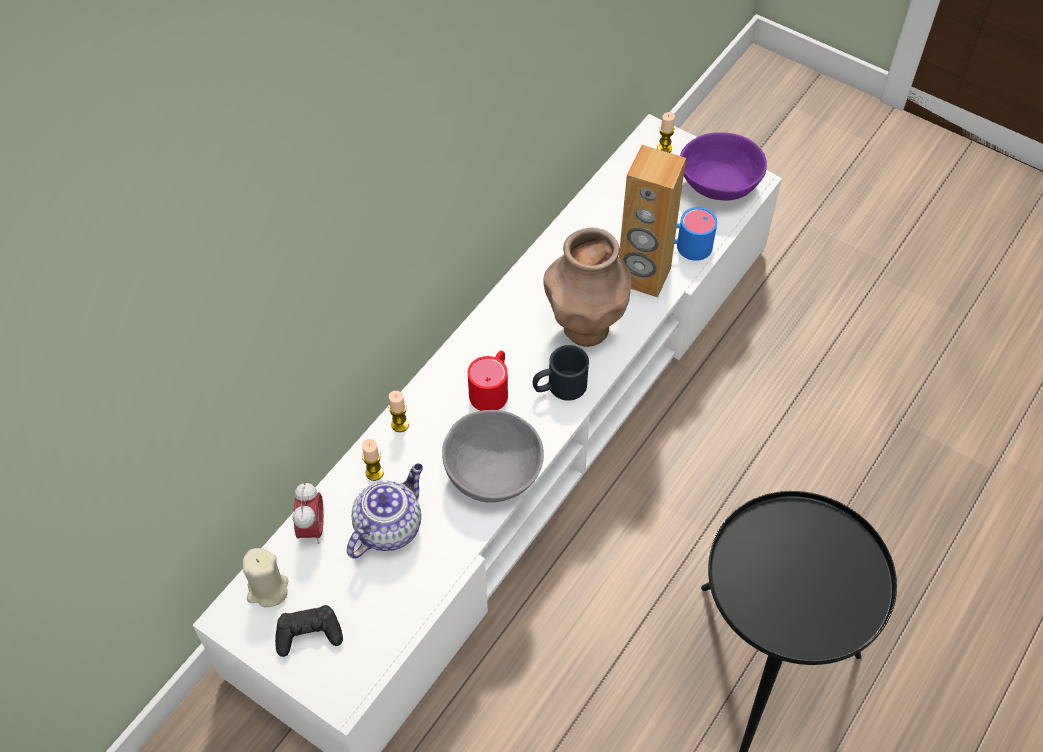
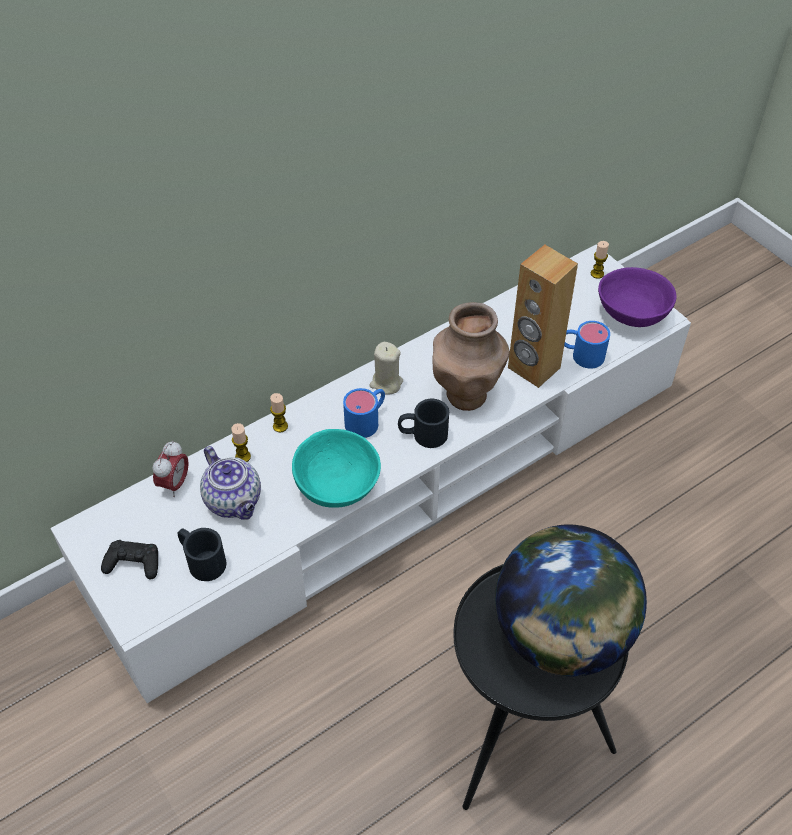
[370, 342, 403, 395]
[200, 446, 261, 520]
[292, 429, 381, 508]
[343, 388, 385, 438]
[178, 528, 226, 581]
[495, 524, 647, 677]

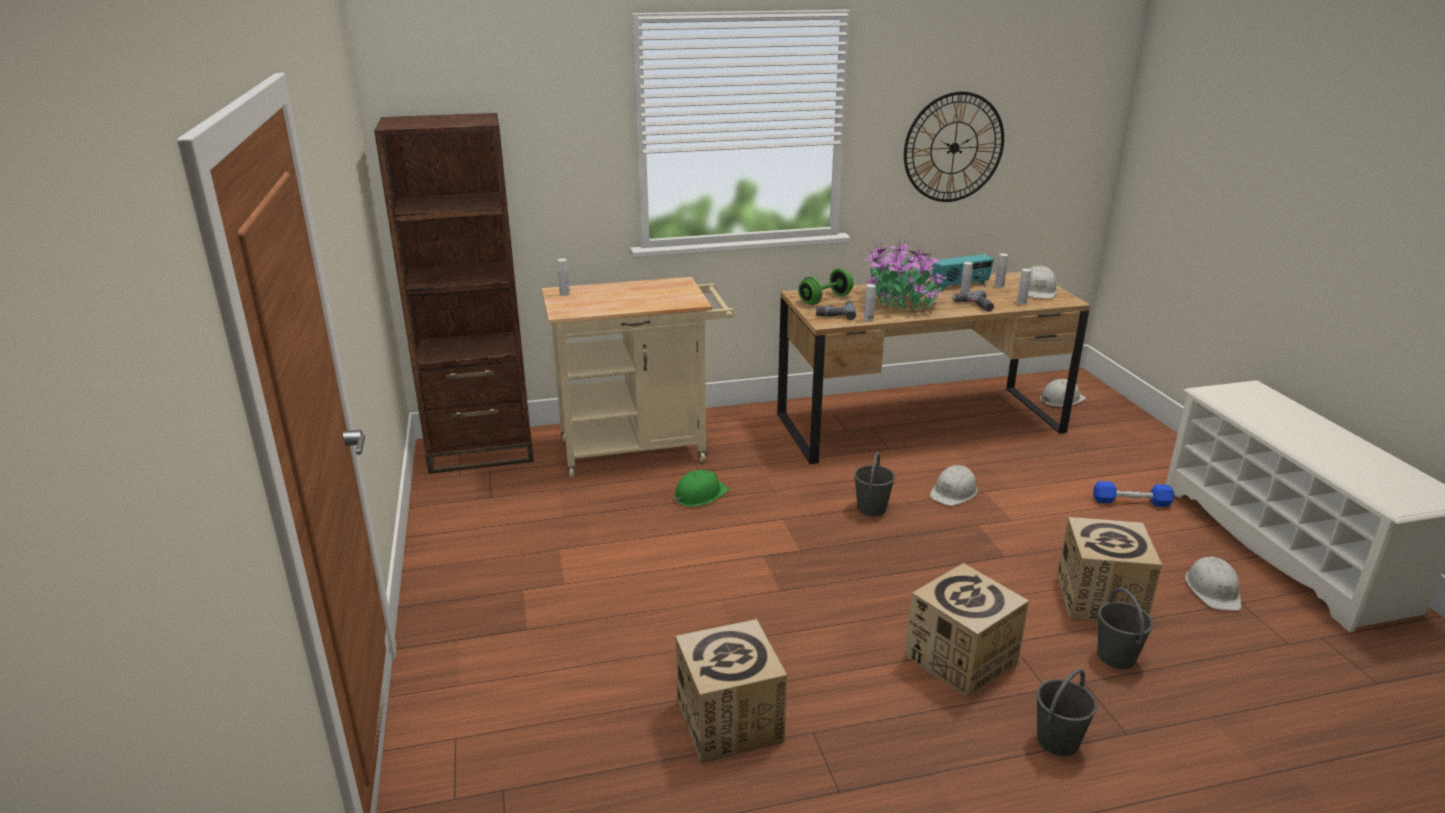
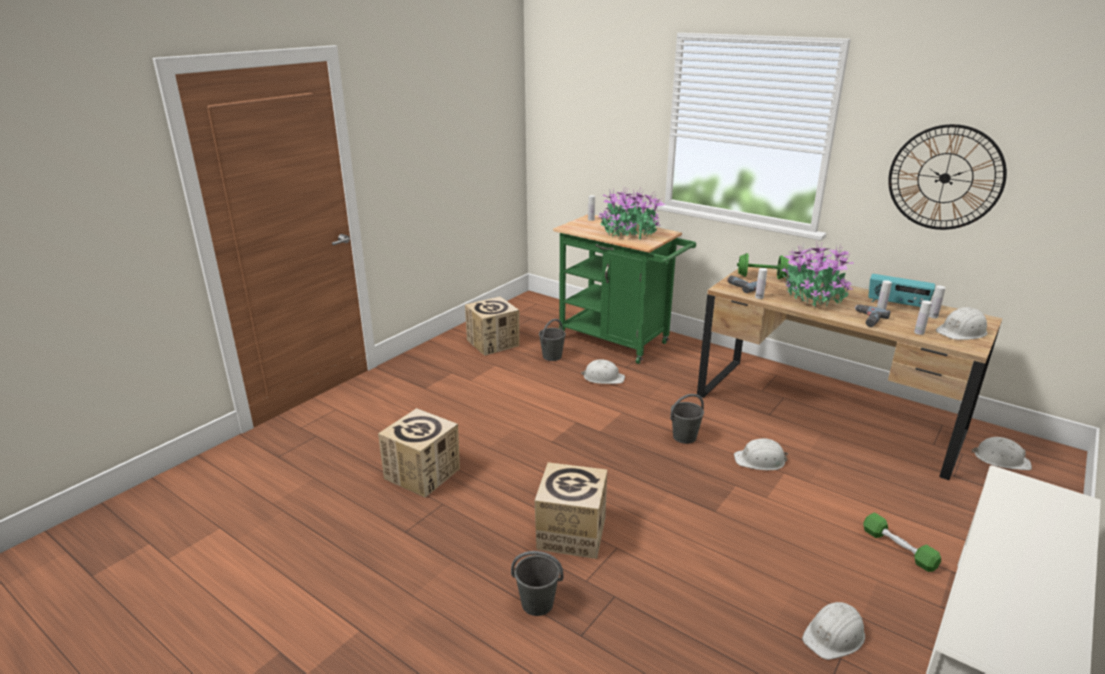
[374, 113, 534, 474] (first image)
[553, 214, 696, 364]
[581, 359, 625, 384]
[465, 297, 519, 356]
[863, 513, 941, 572]
[539, 319, 566, 361]
[598, 187, 666, 239]

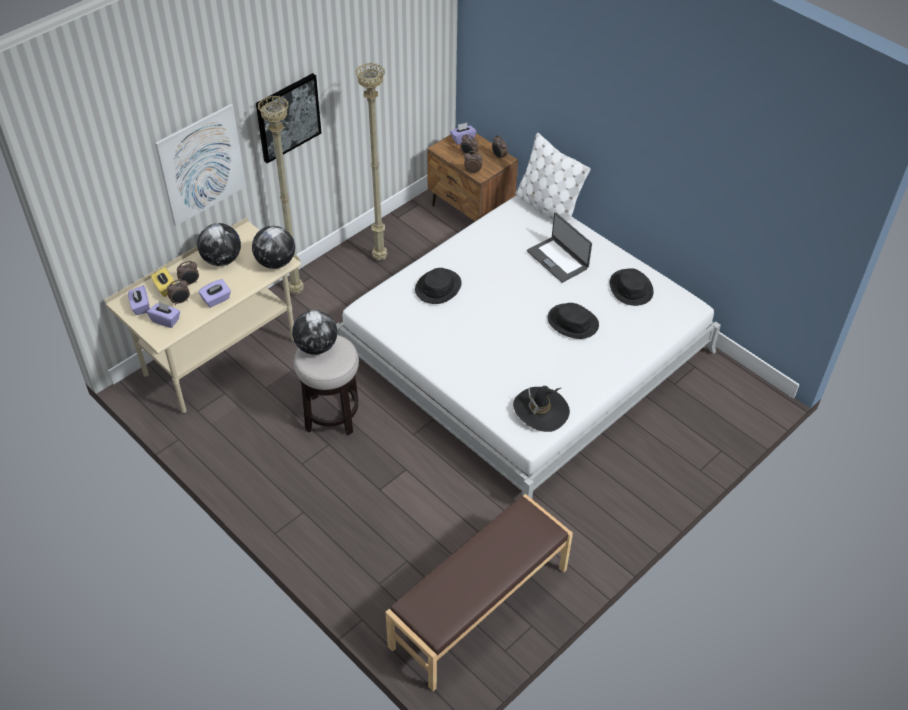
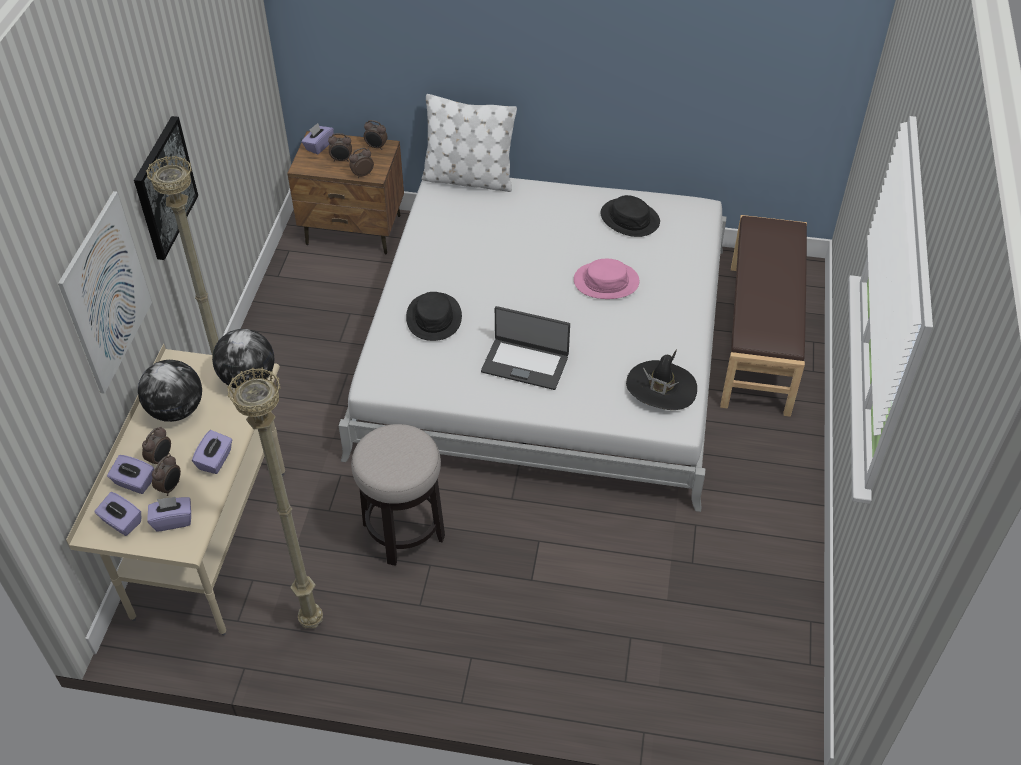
[107, 455, 154, 494]
[292, 310, 337, 355] (first image)
[227, 367, 323, 629]
[720, 215, 807, 417]
[481, 306, 570, 390]
[574, 259, 640, 299]

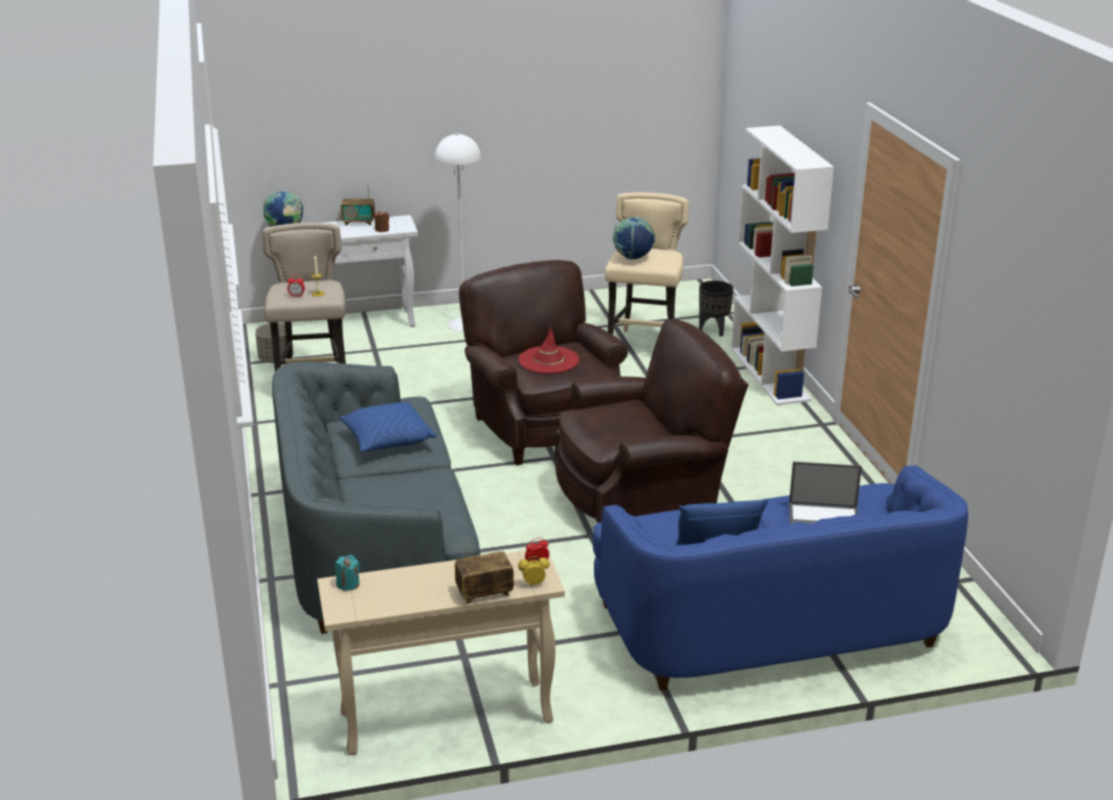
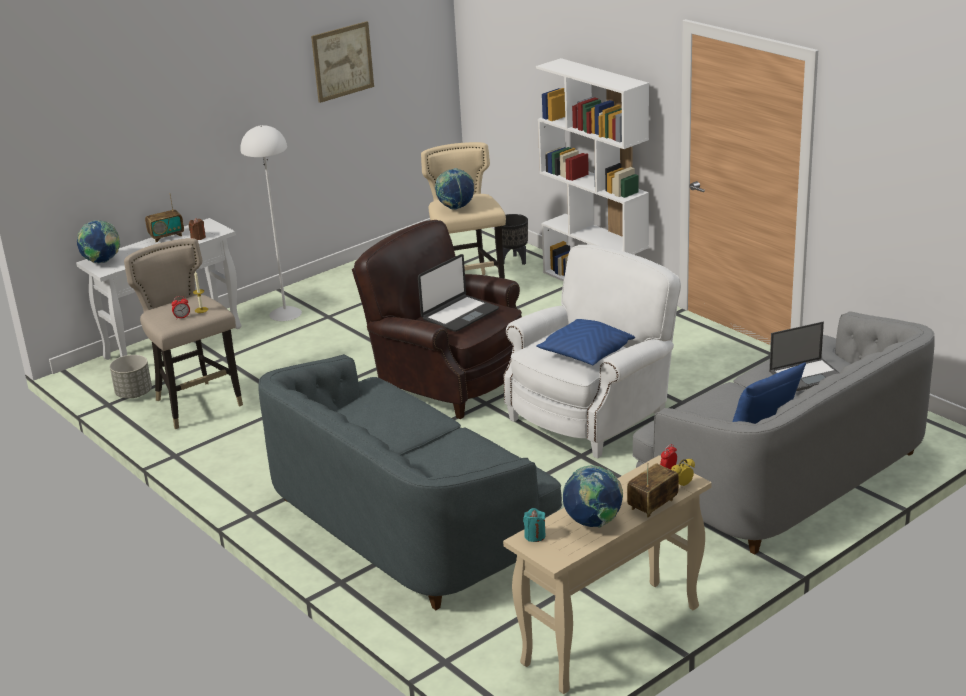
[536, 319, 635, 365]
[418, 254, 499, 332]
[503, 245, 681, 459]
[633, 311, 935, 555]
[311, 21, 374, 103]
[563, 465, 623, 527]

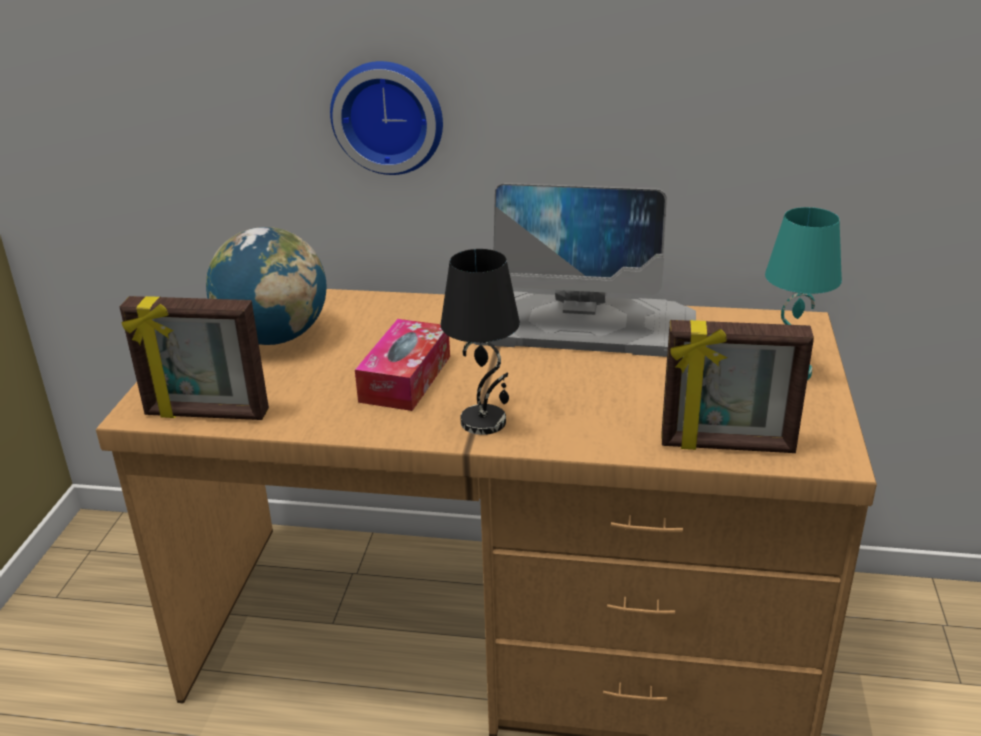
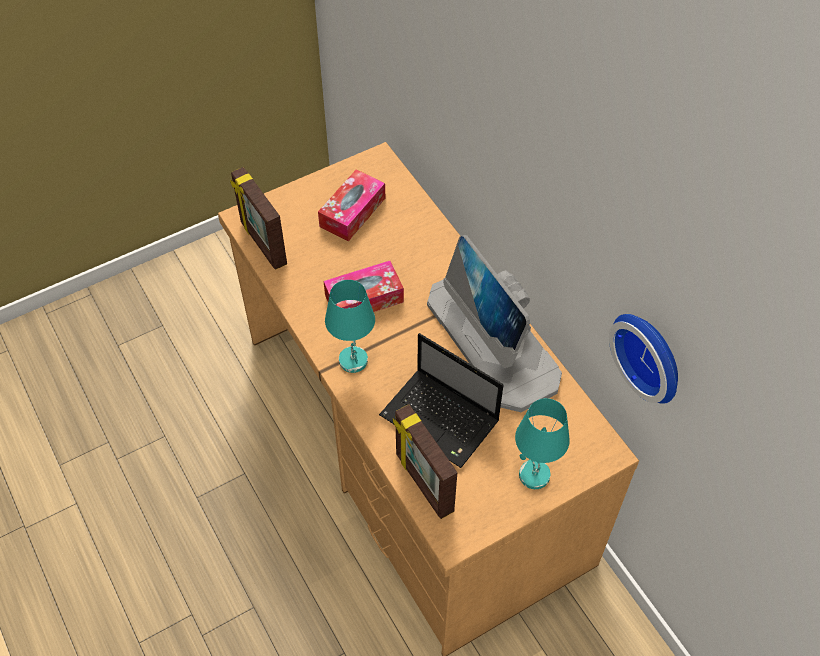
[318, 169, 385, 241]
[609, 314, 678, 404]
[325, 280, 375, 373]
[379, 333, 504, 468]

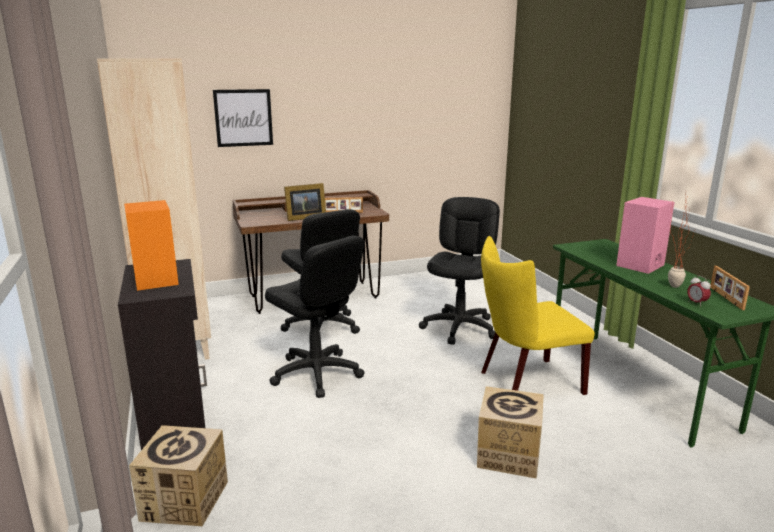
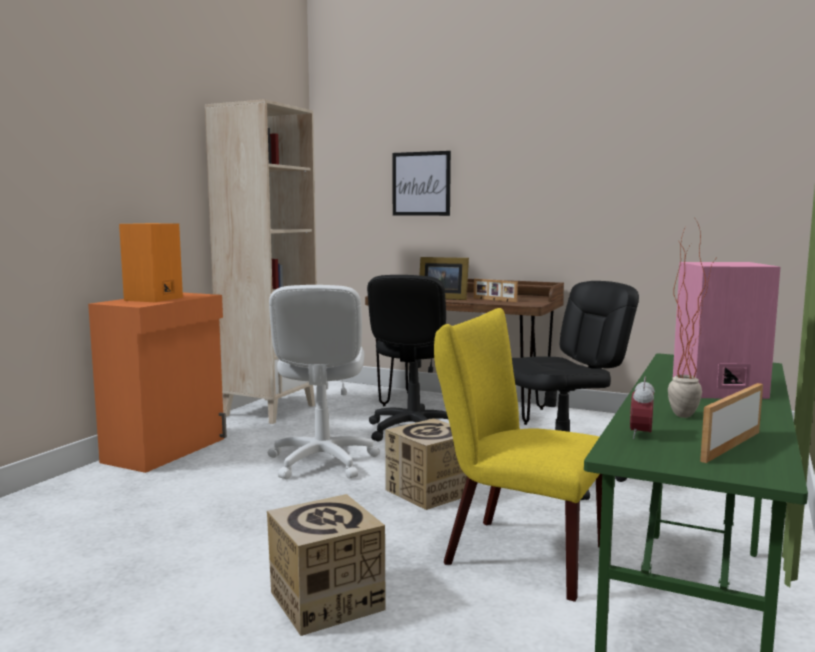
[88, 293, 227, 473]
[385, 418, 475, 510]
[268, 285, 380, 479]

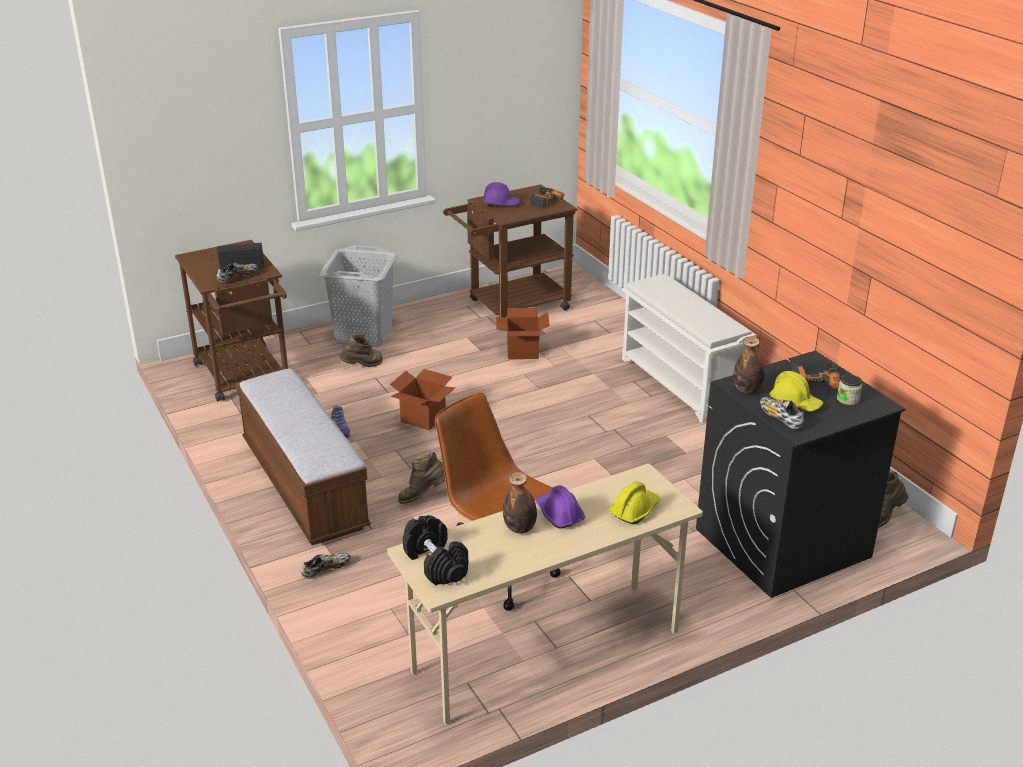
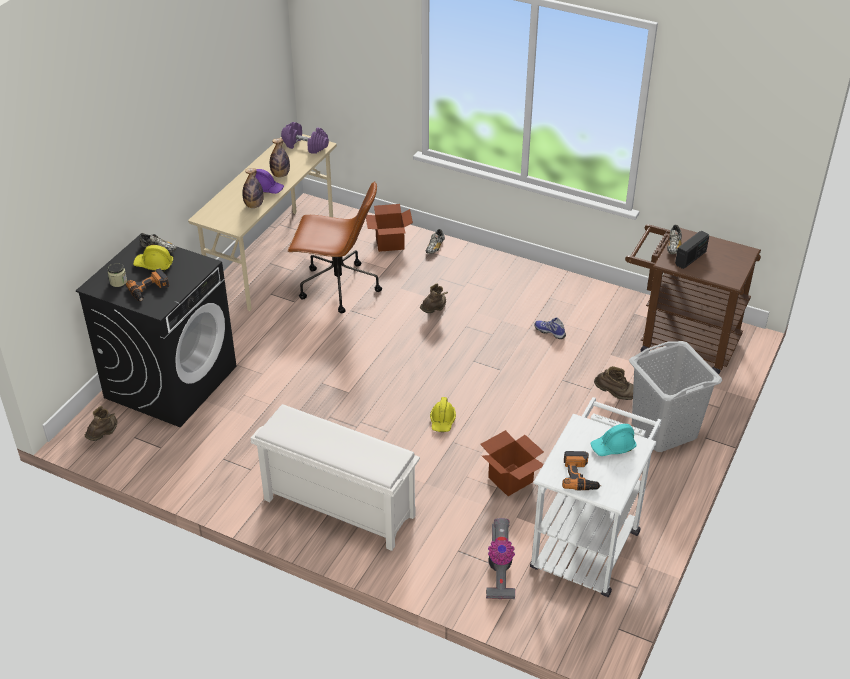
[235, 368, 371, 545] (first image)
[594, 366, 634, 400]
[366, 204, 413, 252]
[281, 122, 329, 154]
[530, 397, 662, 597]
[590, 424, 637, 456]
[430, 397, 456, 432]
[242, 168, 264, 208]
[486, 518, 515, 599]

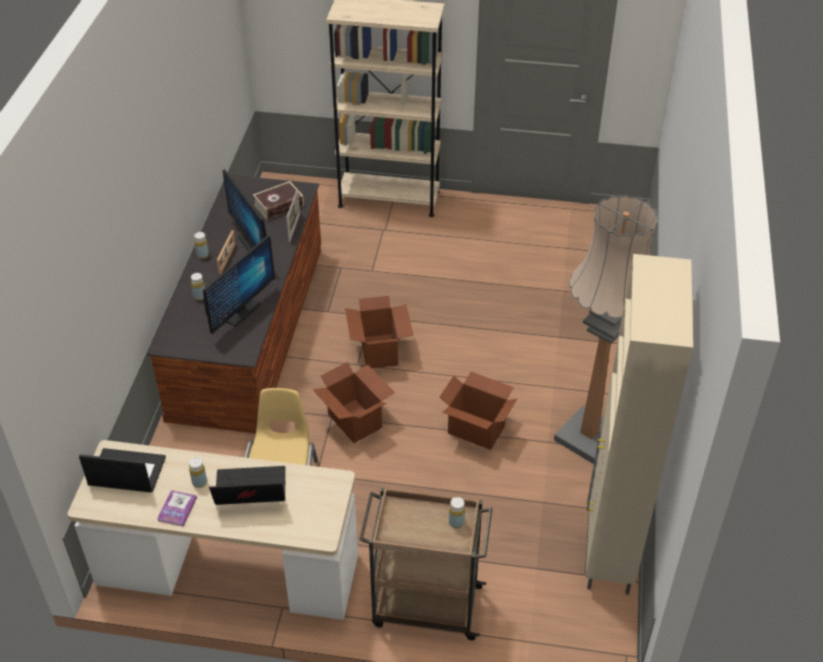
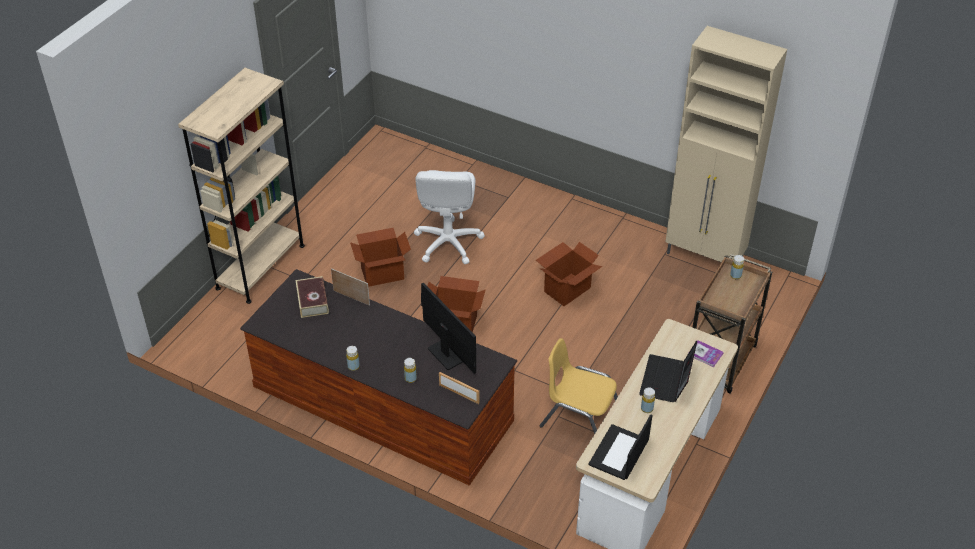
[689, 340, 724, 367]
[439, 372, 479, 404]
[223, 169, 267, 251] (first image)
[350, 228, 411, 287]
[554, 195, 658, 464] (first image)
[414, 170, 485, 264]

